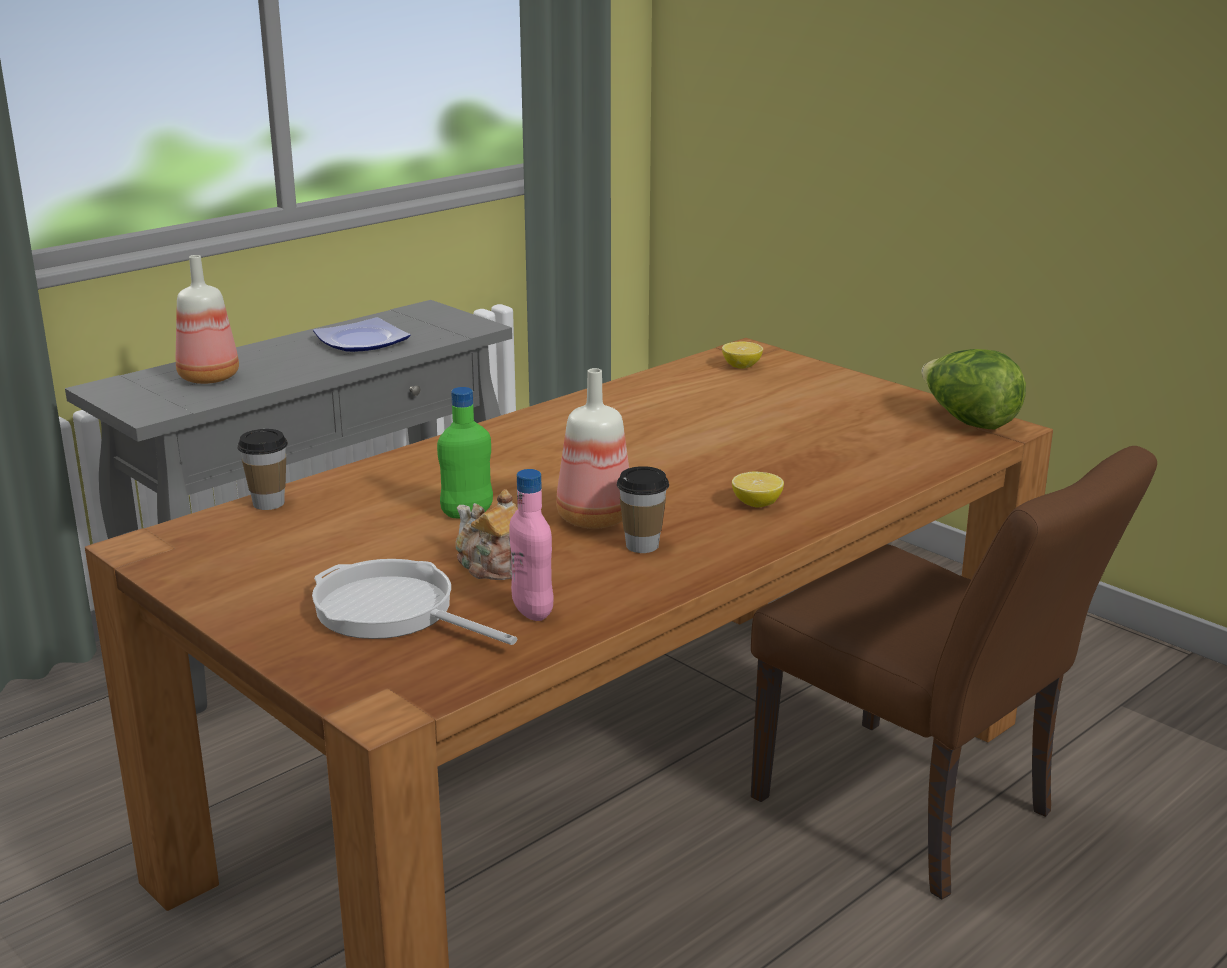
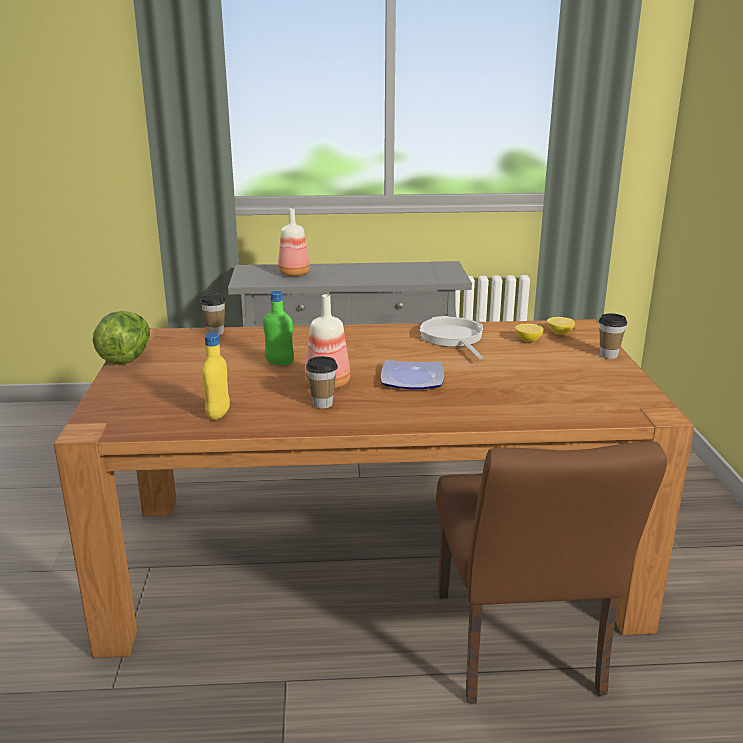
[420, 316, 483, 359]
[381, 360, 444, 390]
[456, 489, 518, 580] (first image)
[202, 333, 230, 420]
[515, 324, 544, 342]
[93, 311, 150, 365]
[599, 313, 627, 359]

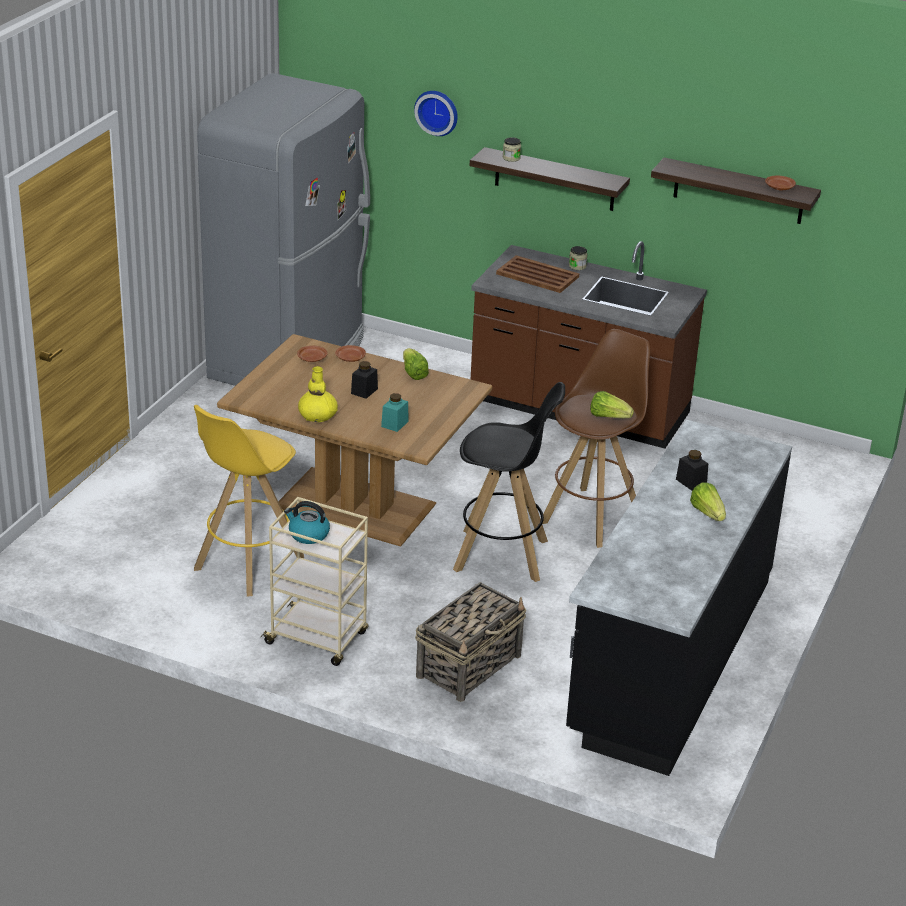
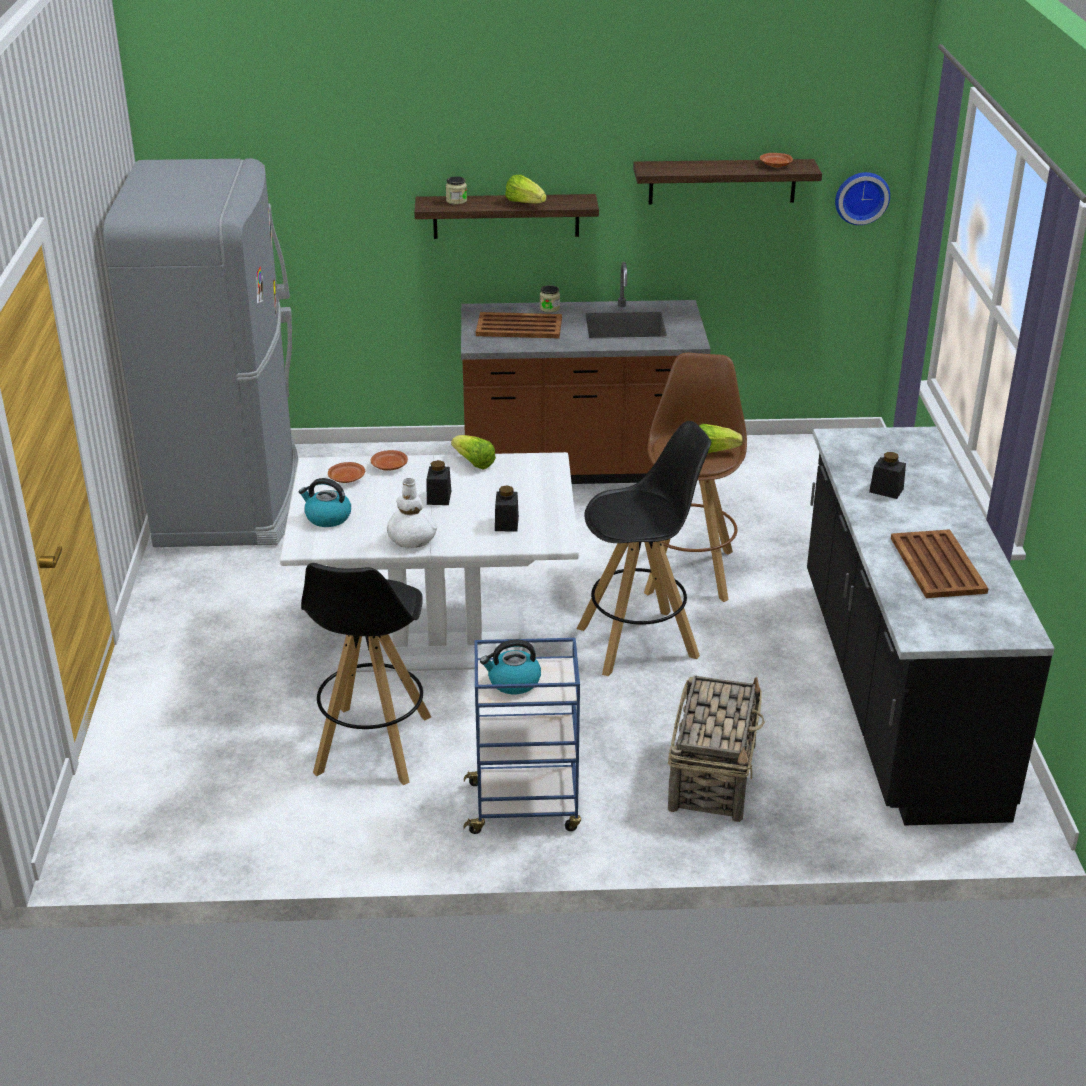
[301, 563, 431, 786]
[280, 452, 579, 672]
[464, 638, 581, 834]
[387, 478, 437, 549]
[495, 485, 519, 532]
[835, 172, 890, 225]
[505, 175, 546, 204]
[299, 478, 351, 527]
[891, 529, 989, 598]

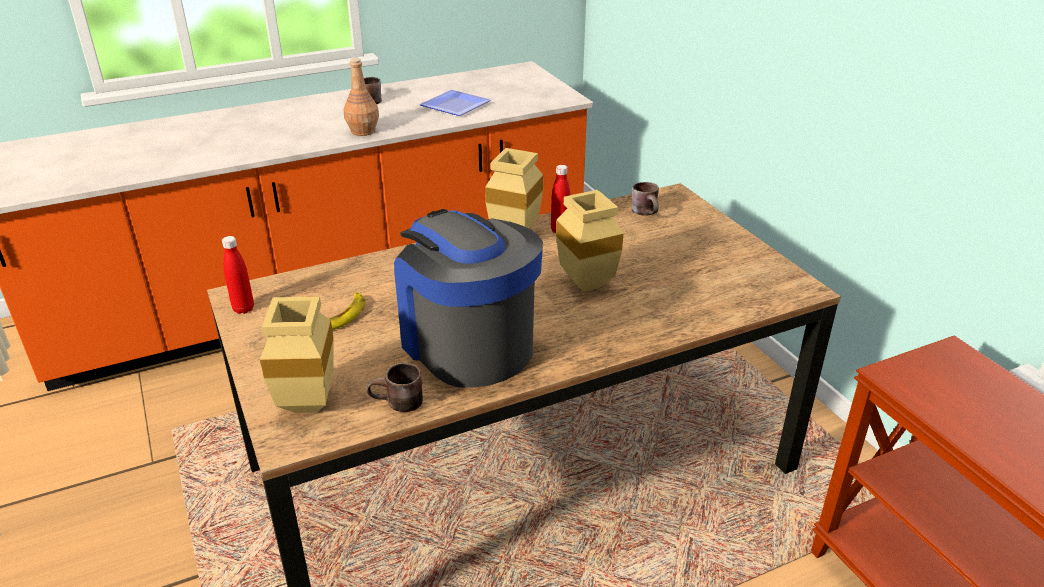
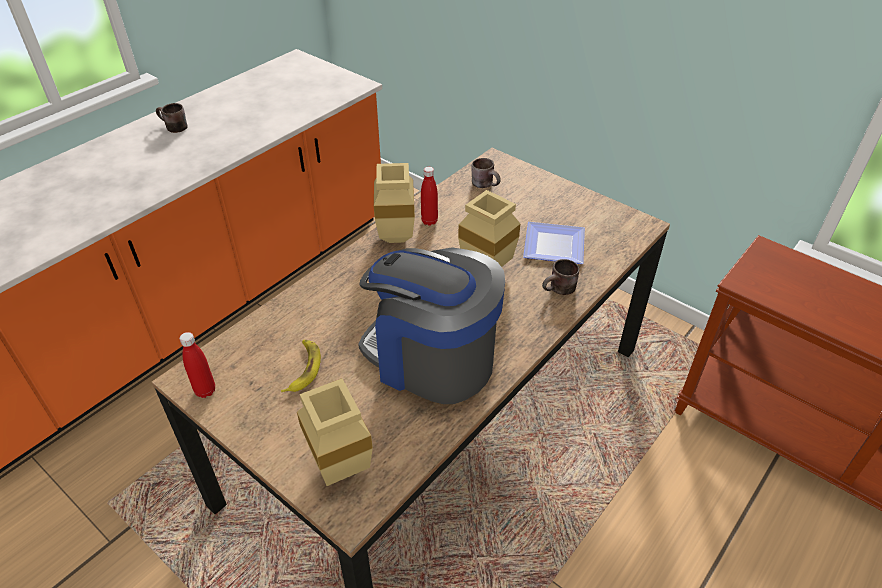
[343, 58, 379, 136] (first image)
[542, 259, 579, 295]
[523, 222, 585, 264]

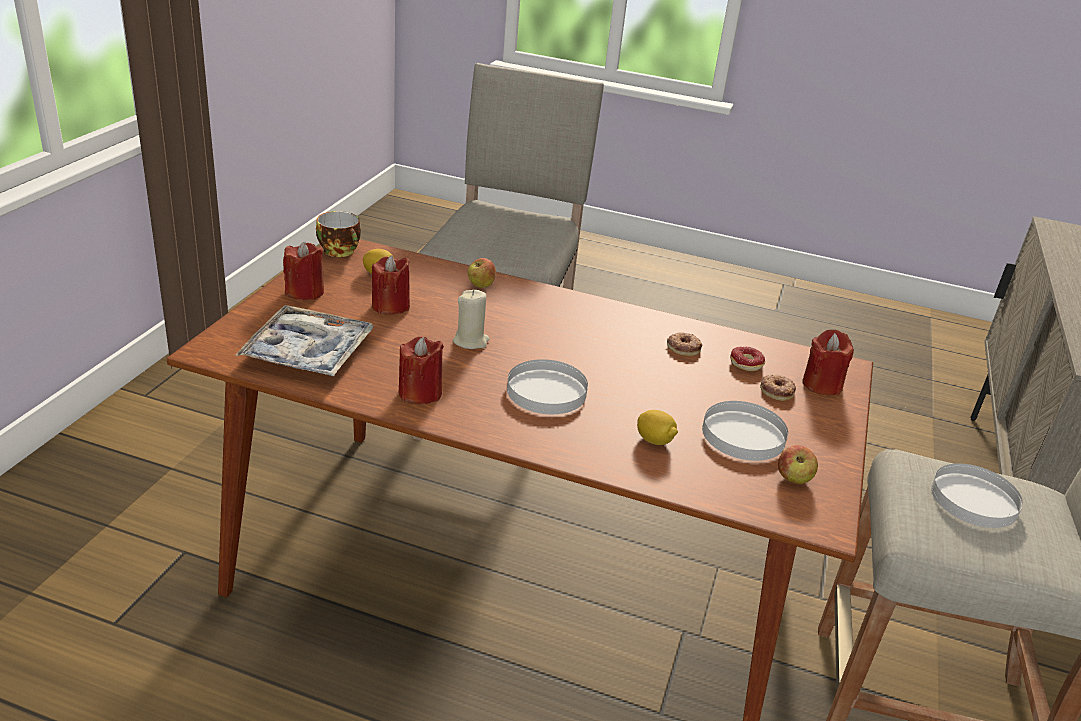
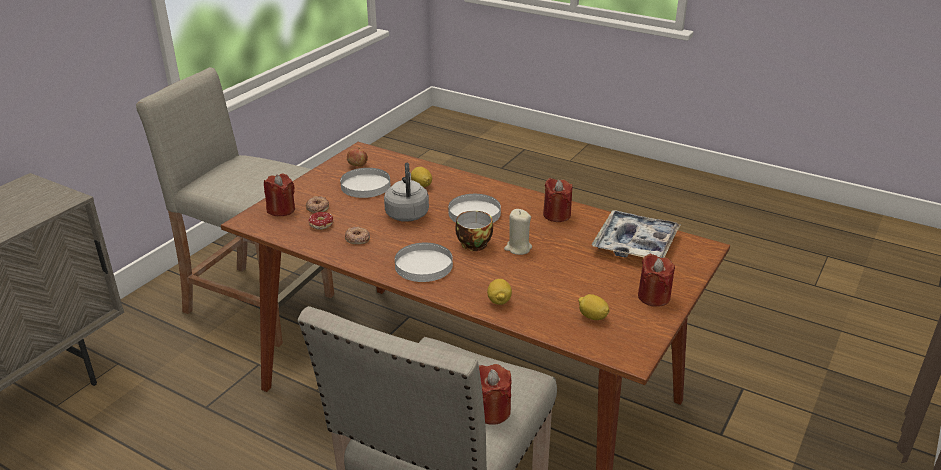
[455, 211, 493, 251]
[479, 364, 512, 425]
[487, 279, 512, 305]
[395, 243, 453, 282]
[384, 163, 429, 222]

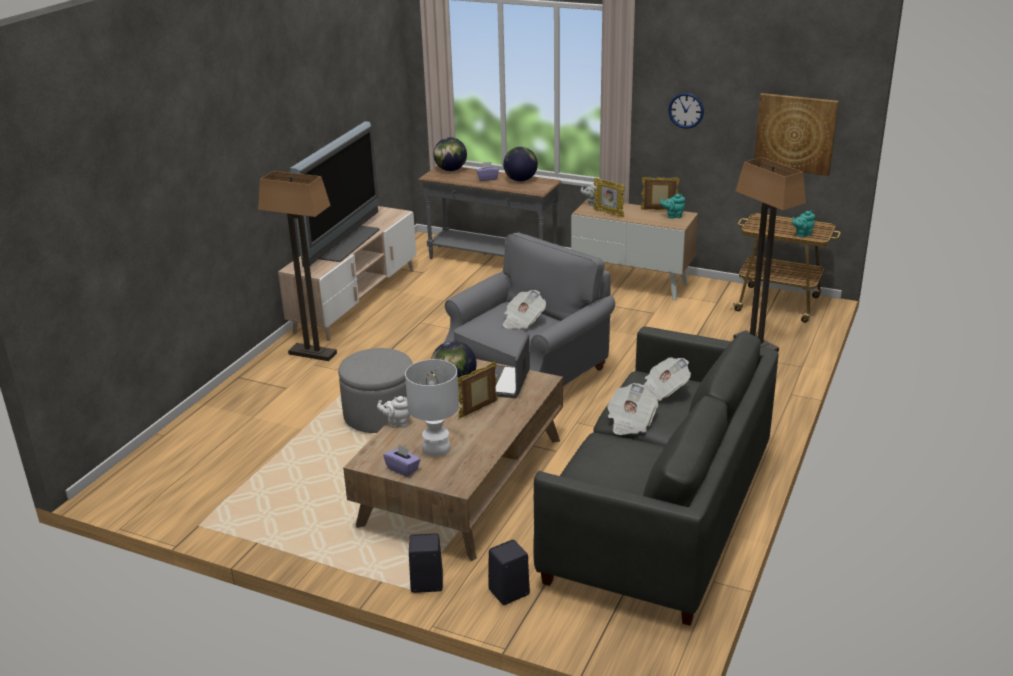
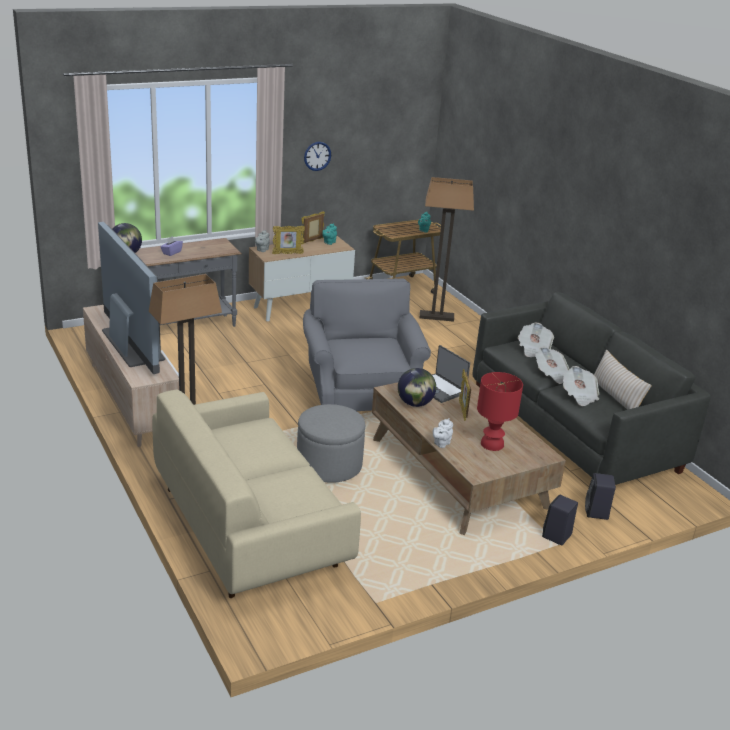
[383, 445, 421, 477] (first image)
[477, 372, 523, 451]
[503, 147, 538, 182] (first image)
[563, 366, 599, 406]
[754, 93, 839, 176] (first image)
[152, 390, 361, 598]
[594, 350, 652, 410]

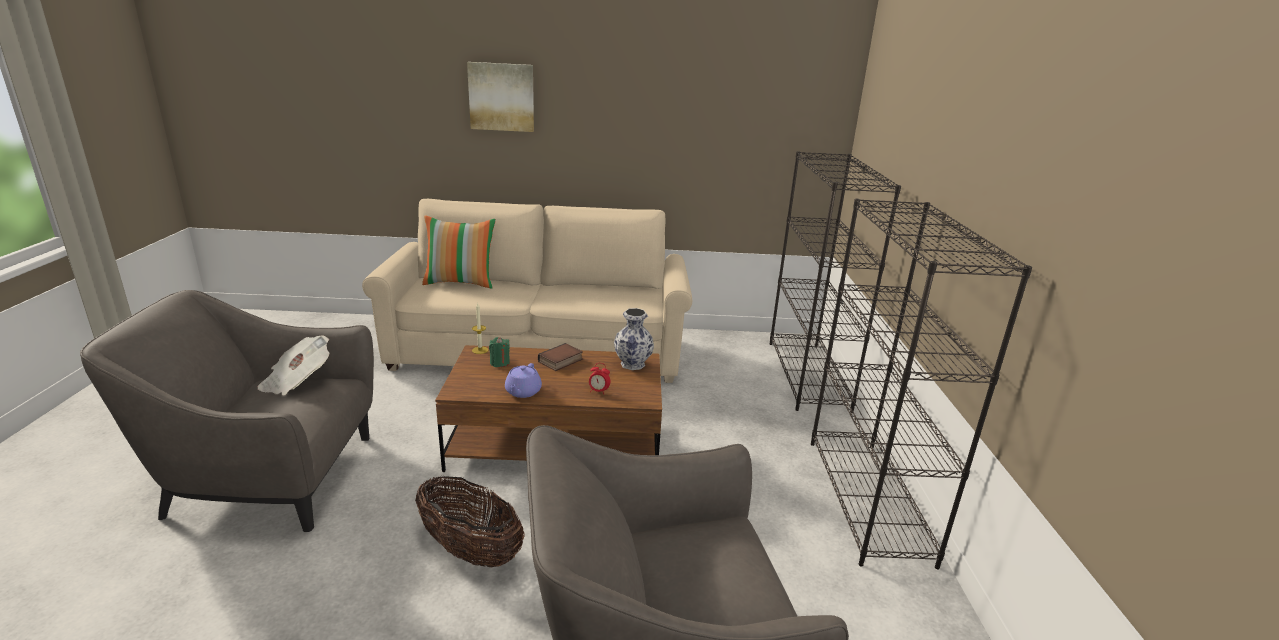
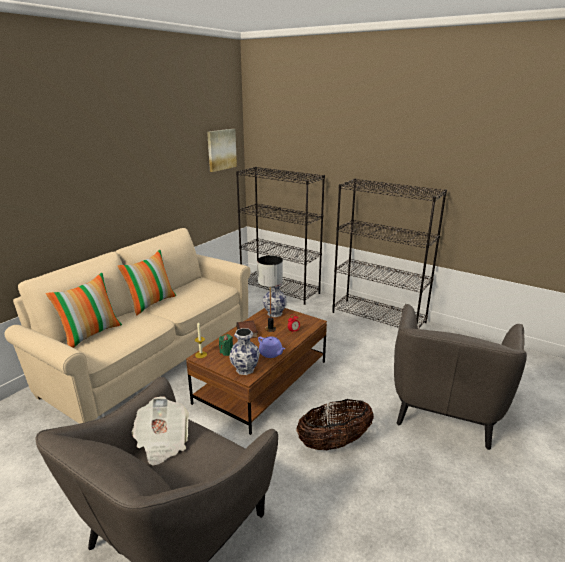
[207, 129, 237, 172]
[118, 250, 177, 315]
[229, 328, 260, 375]
[257, 256, 283, 332]

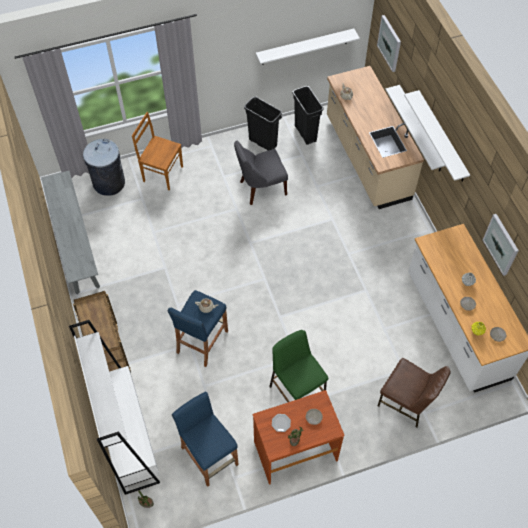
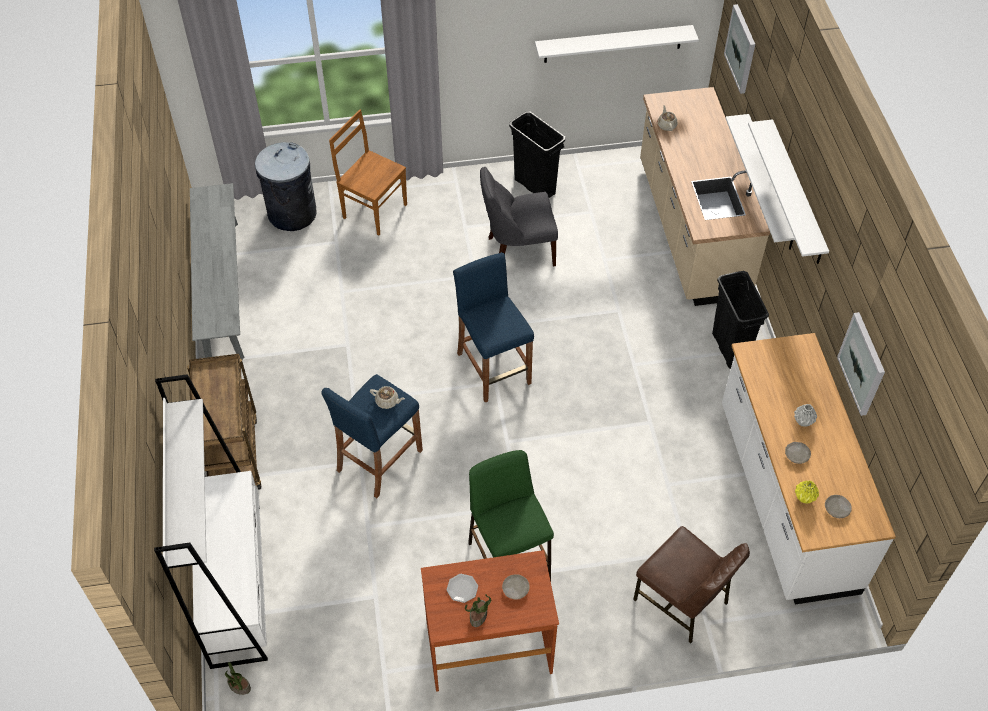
[453, 252, 534, 402]
[712, 271, 769, 369]

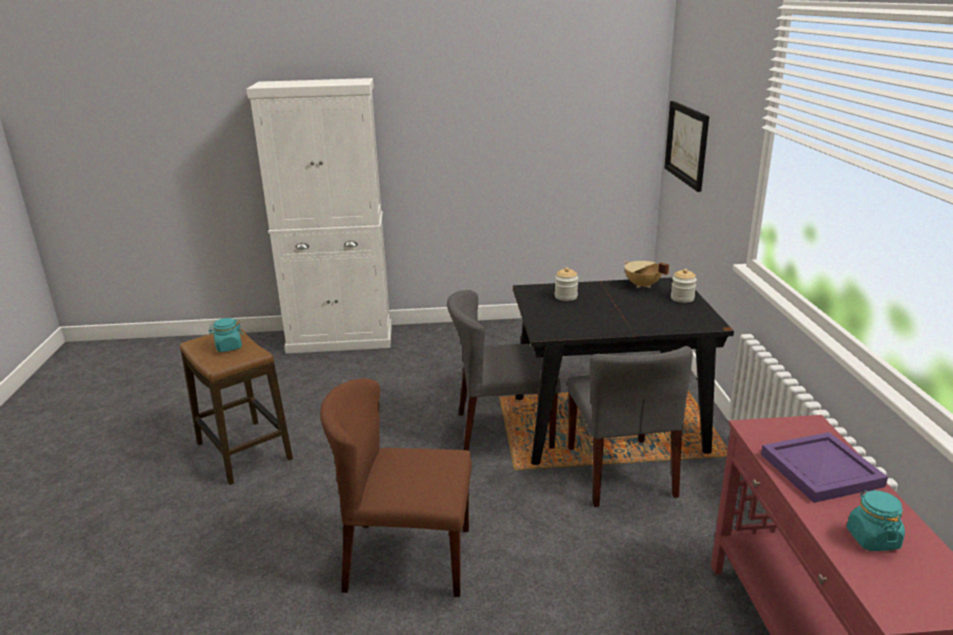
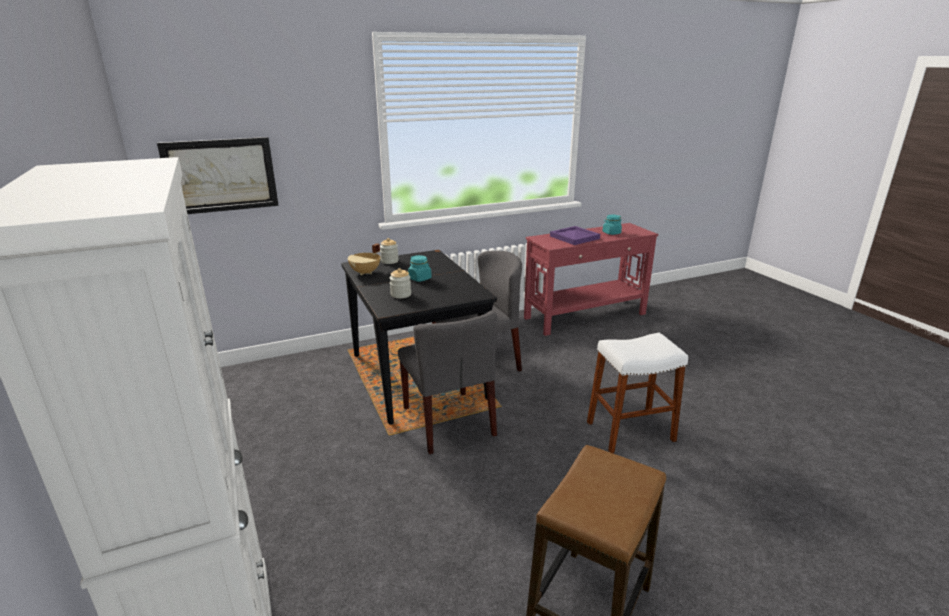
[408, 255, 432, 282]
[587, 333, 688, 453]

